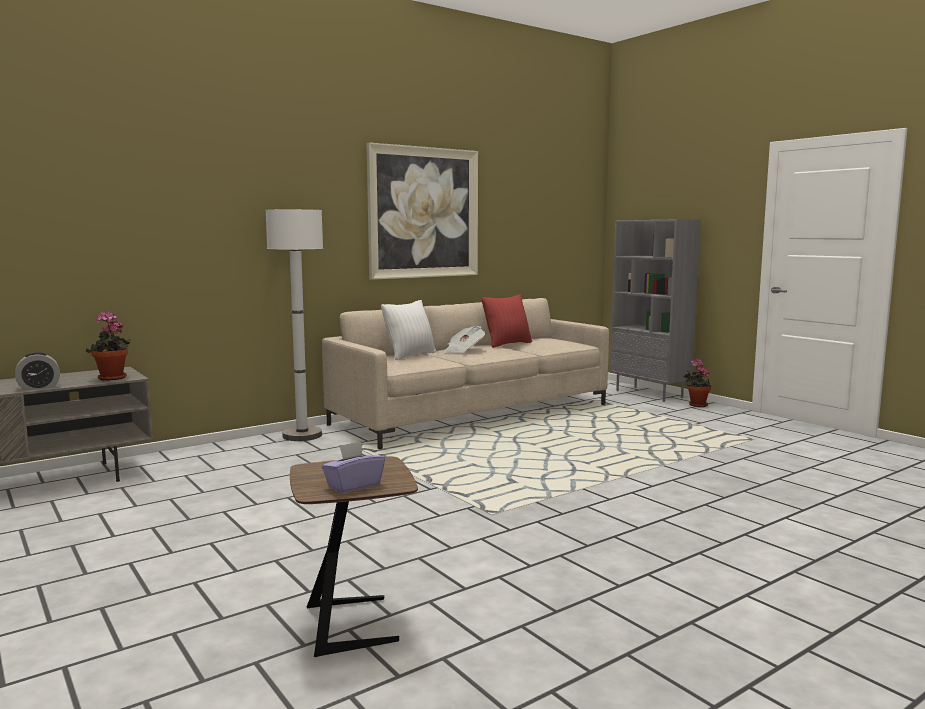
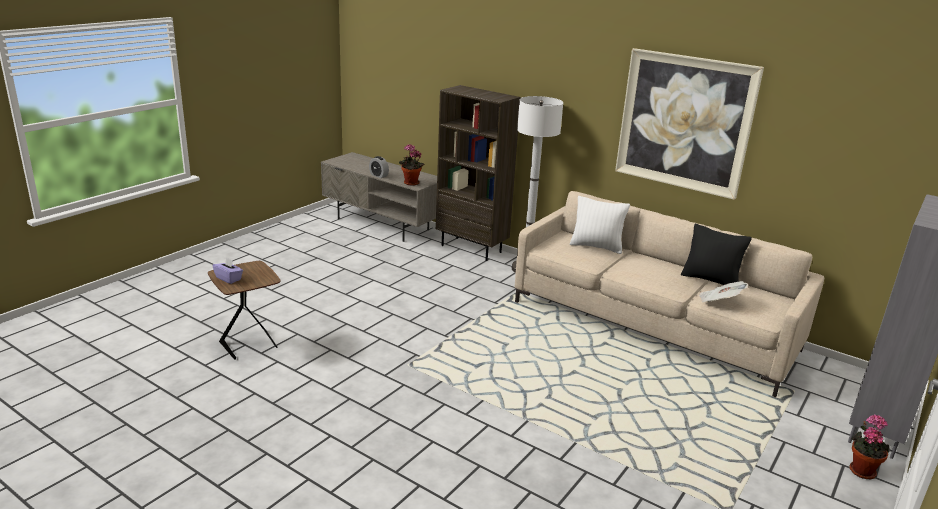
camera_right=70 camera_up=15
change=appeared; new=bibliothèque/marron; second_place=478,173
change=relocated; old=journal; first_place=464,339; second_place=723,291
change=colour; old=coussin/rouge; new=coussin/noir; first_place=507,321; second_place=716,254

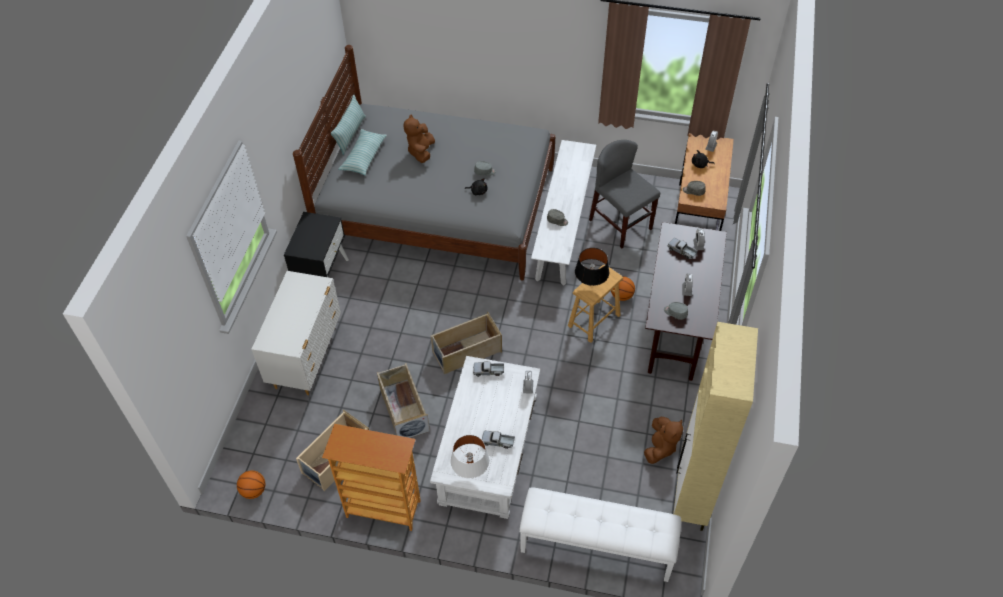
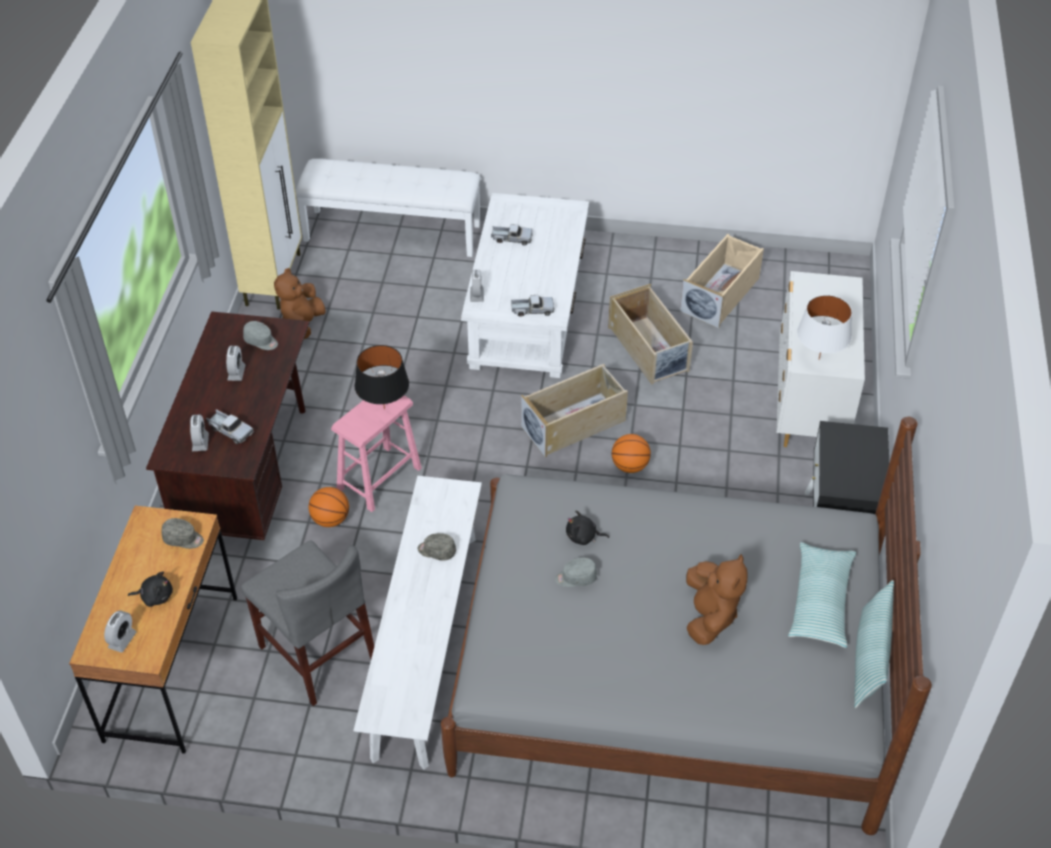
camera_right=175 camera_up=-5
change=missing; old=bibliothèque; first_place=371,477
change=relocated; old=ballon de basket; first_place=251,485; second_place=631,453
change=relocated; old=lampe de table/blanc; first_place=470,456; second_place=824,327
change=colour; old=tabouret/marron; new=tabouret/rose; first_place=595,304; second_place=376,453

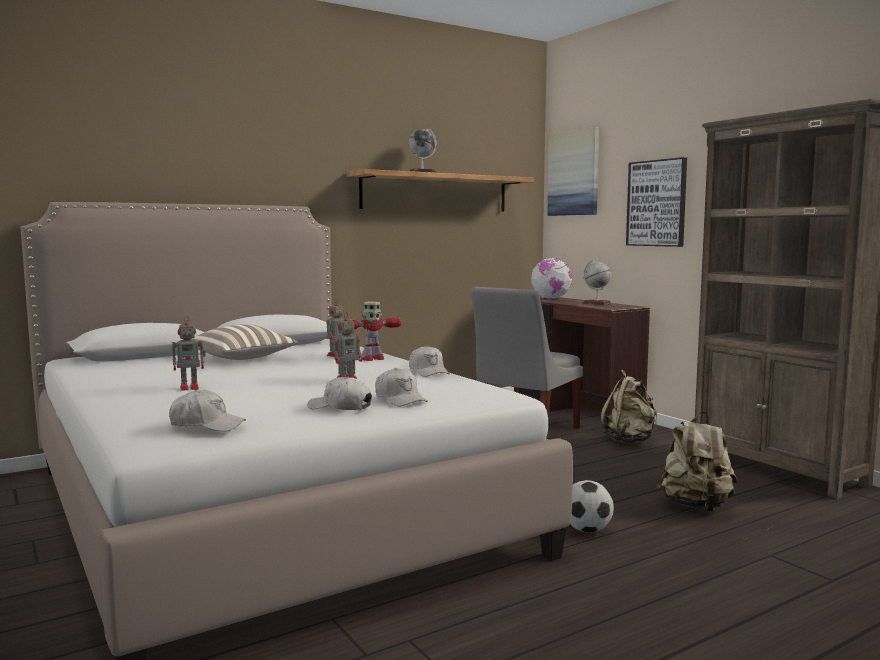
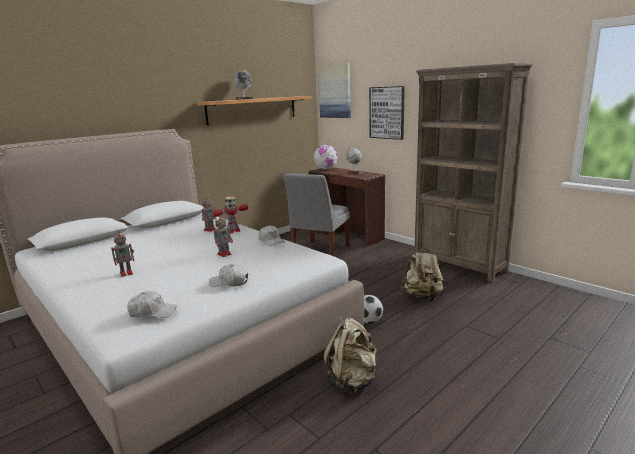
camera_right=-10 camera_up=10
change=missing; old=coussin; first_place=245,342
change=missing; old=casquette/blanc; first_place=401,387
change=relocated; old=sac à dos/beige; first_place=629,406; second_place=350,355

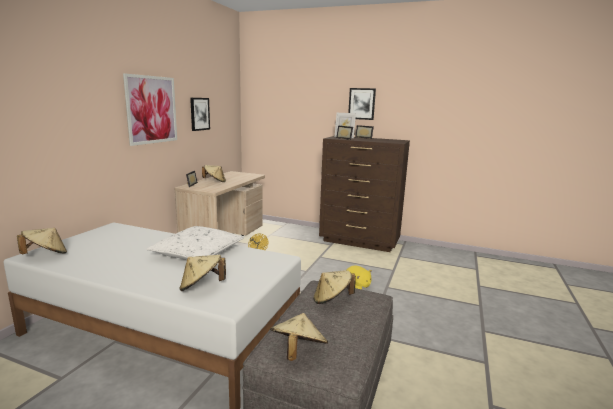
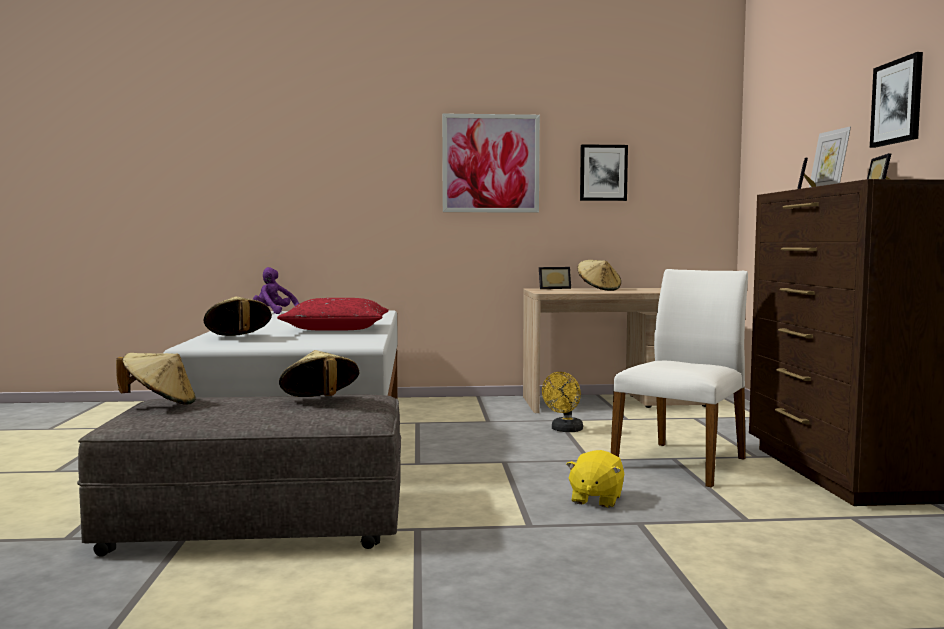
camera_right=65 camera_up=-10
change=appeared; new=chaise/blanc; second_place=679,378
change=exchanged; old=chapeau/beige; new=peluche/violet; first_place=42,241; second_place=276,290
change=colour; old=coussin/blanc; new=coussin/rouge; first_place=195,243; second_place=333,314

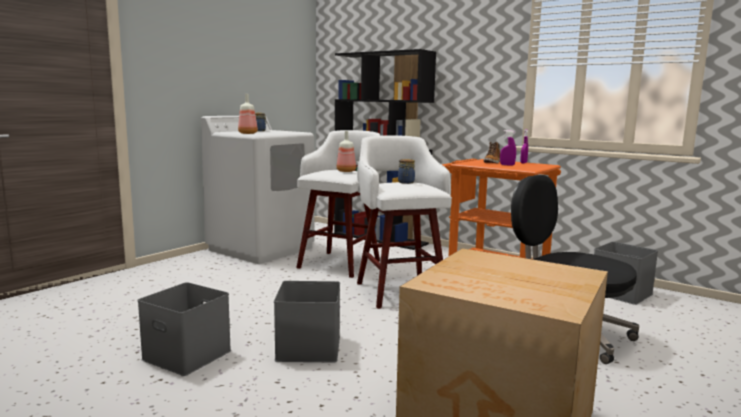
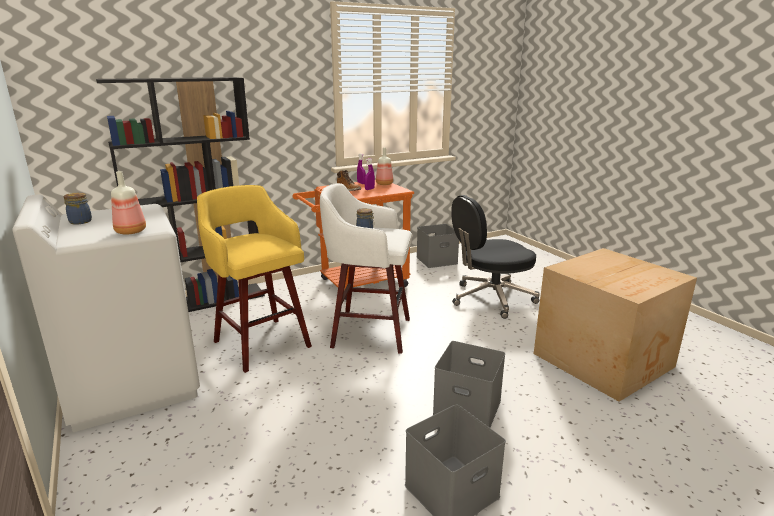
camera_right=-65 camera_up=10
change=relocated; old=bouteille; first_place=346,151; second_place=384,166
change=colour; old=tabouret/blanc; new=tabouret/jaune; first_place=338,204; second_place=254,279

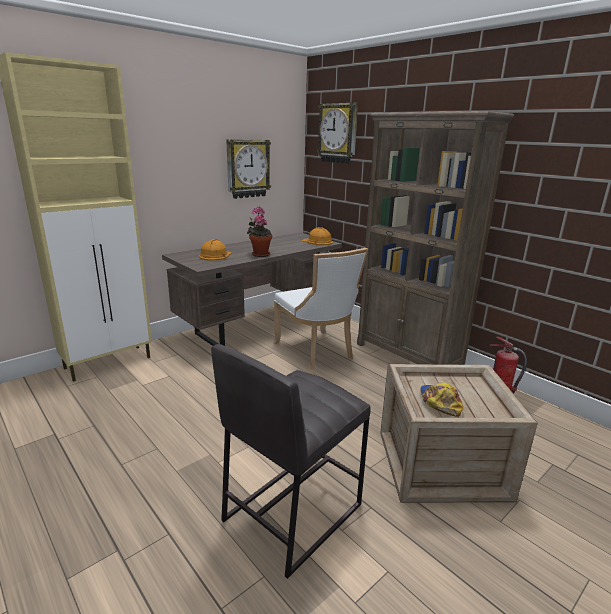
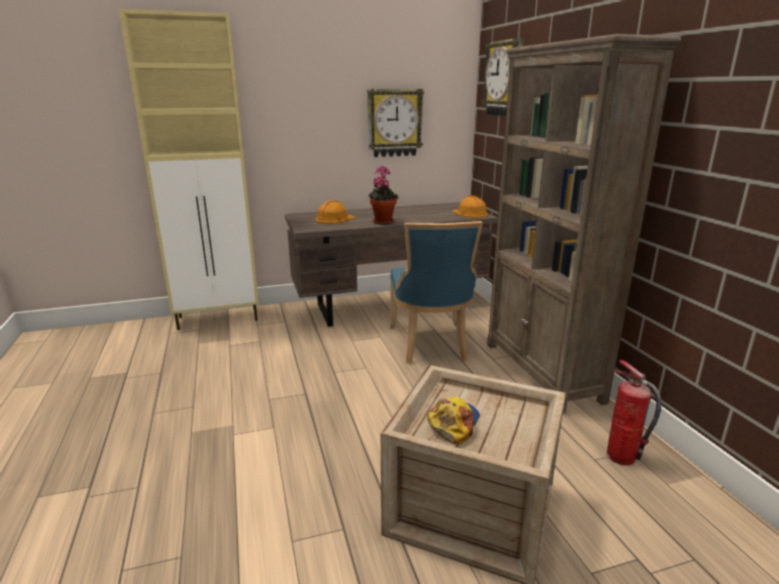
camera_right=25 camera_up=0
change=missing; old=tabouret/gris; first_place=291,461
change=colour; old=chaise/blanc; new=chaise/bleu; first_place=321,309; second_place=436,292

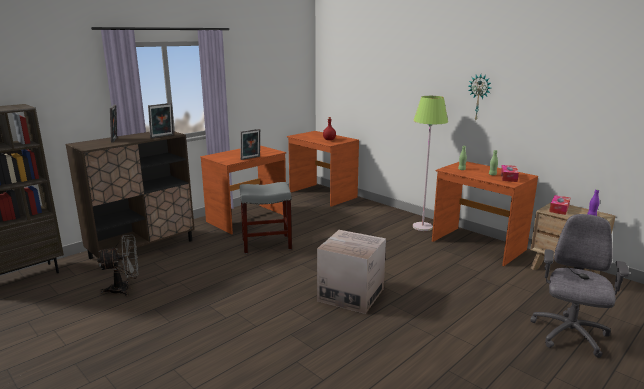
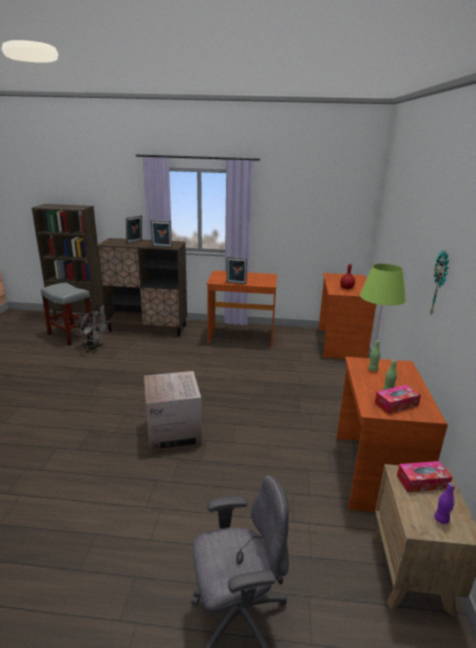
camera_right=50 camera_up=5
change=relocated; old=tabouret/gris; first_place=266,218; second_place=67,314

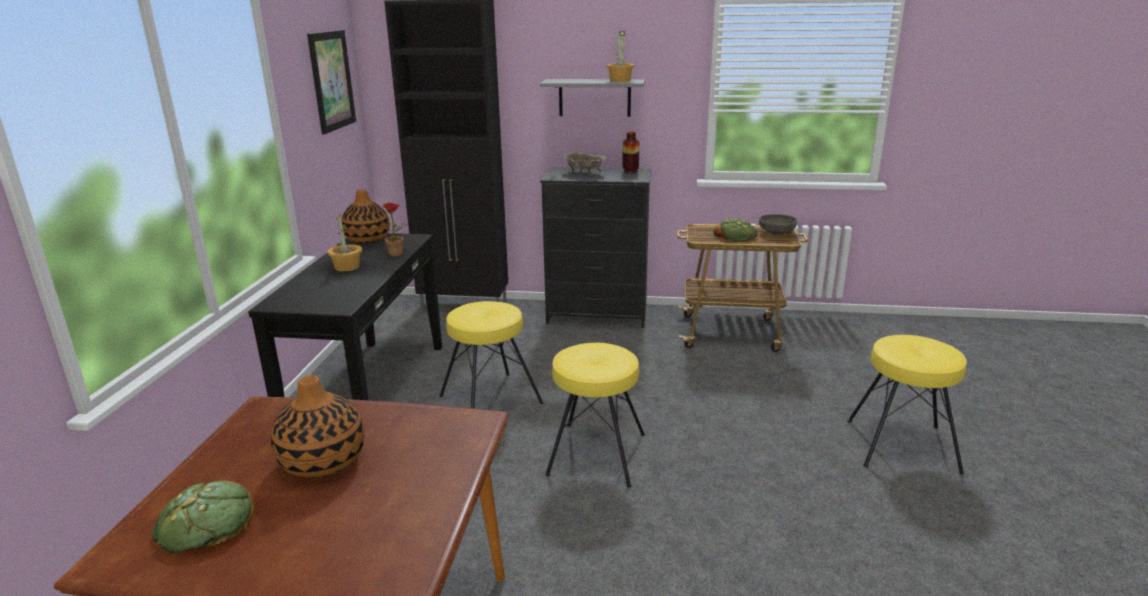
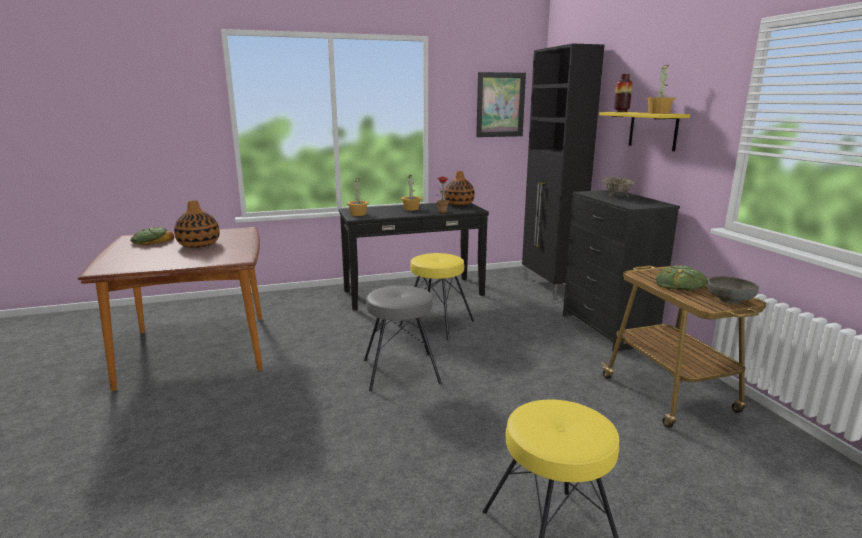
camera_right=65 camera_up=-5
change=appeared; new=plante en pot; second_place=358,197
change=relocated; old=vase; first_place=630,152; second_place=623,93
change=colour; old=étagère/gris; new=étagère/jaune; first_place=592,98; second_place=644,131
change=colour; old=tabouret/jaune; new=tabouret/gris; first_place=595,415; second_place=403,338

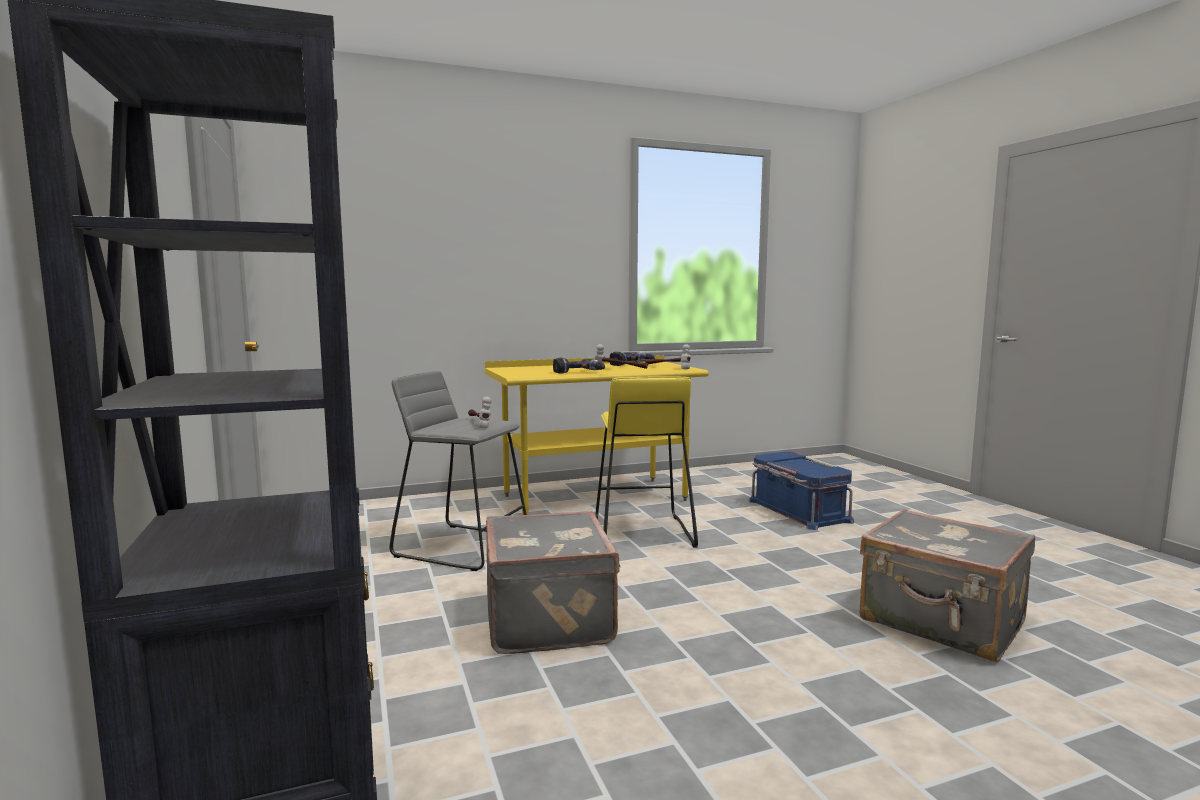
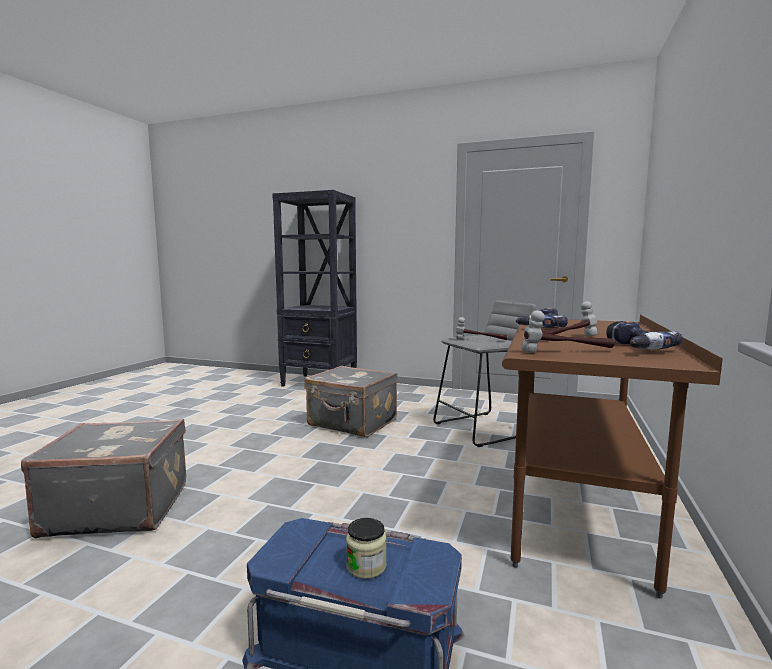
camera_right=130 camera_up=0
change=missing; old=tabouret/jaune; first_place=646,462
change=appeared; new=bocal; second_place=366,548
change=colour; old=bureau/jaune; new=bureau/marron; first_place=597,435; second_place=612,457

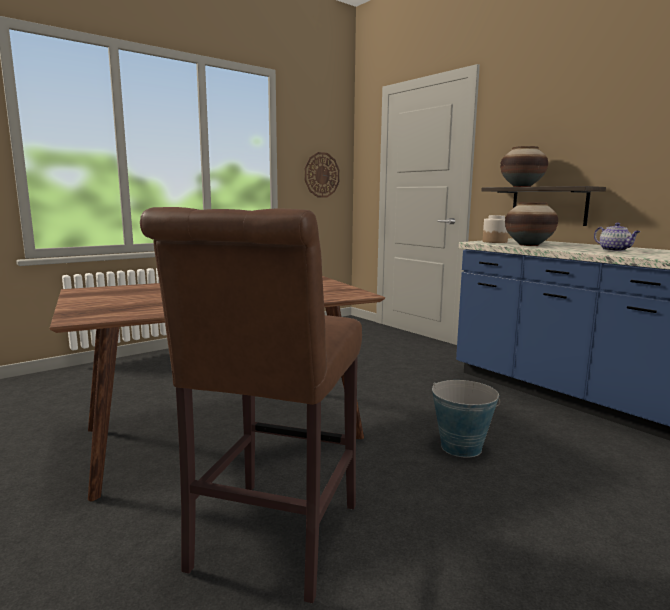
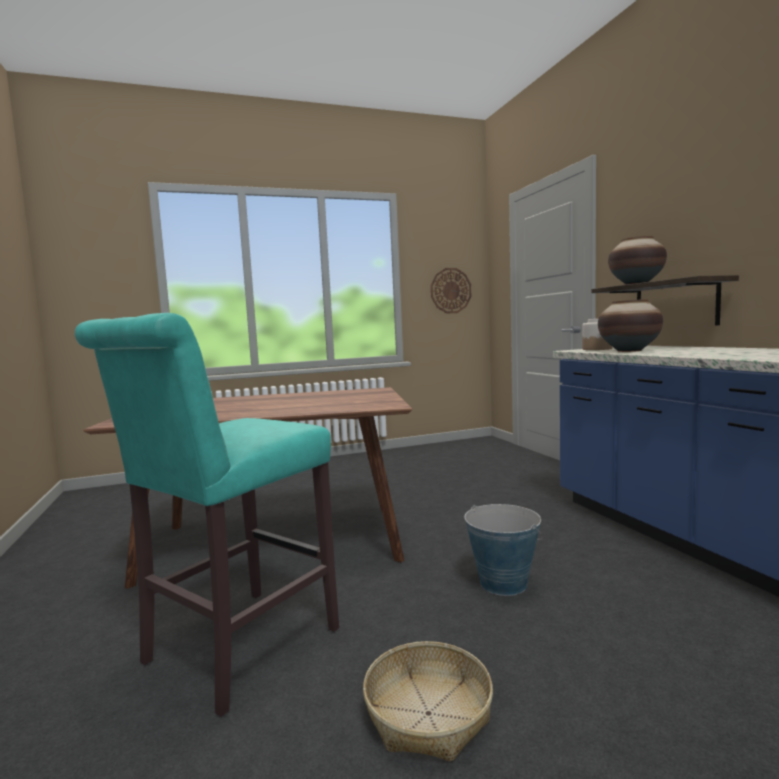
camera_right=20 camera_up=-5
change=missing; old=théière; first_place=617,237
change=appeared; new=panier; second_place=428,701
change=colour; old=tabouret/marron; new=tabouret/turquoise; first_place=251,405; second_place=207,515

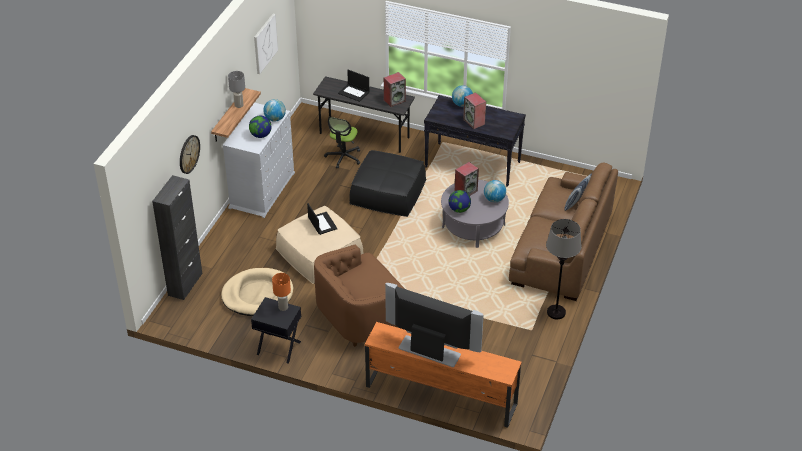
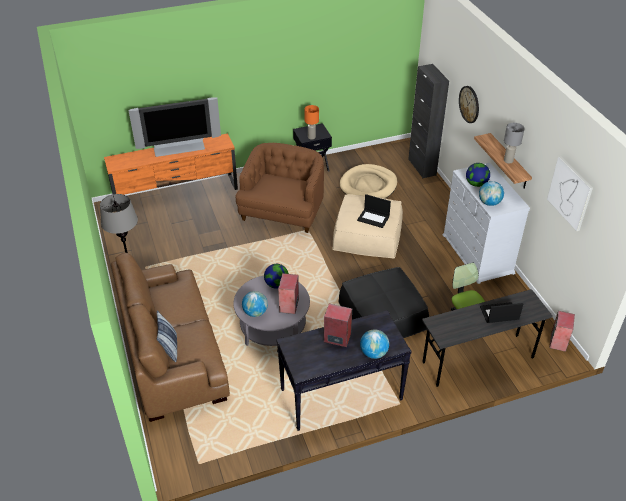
camera_right=140 camera_up=0
change=relocated; old=enceinte; first_place=395,89; second_place=562,331

